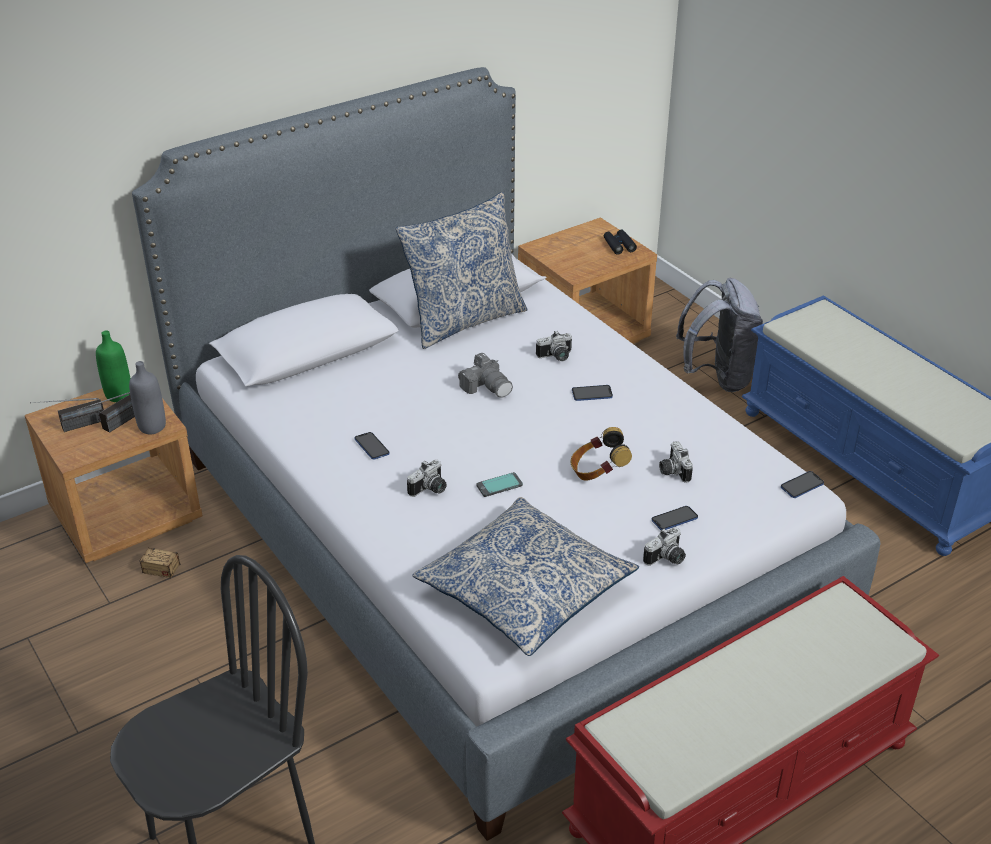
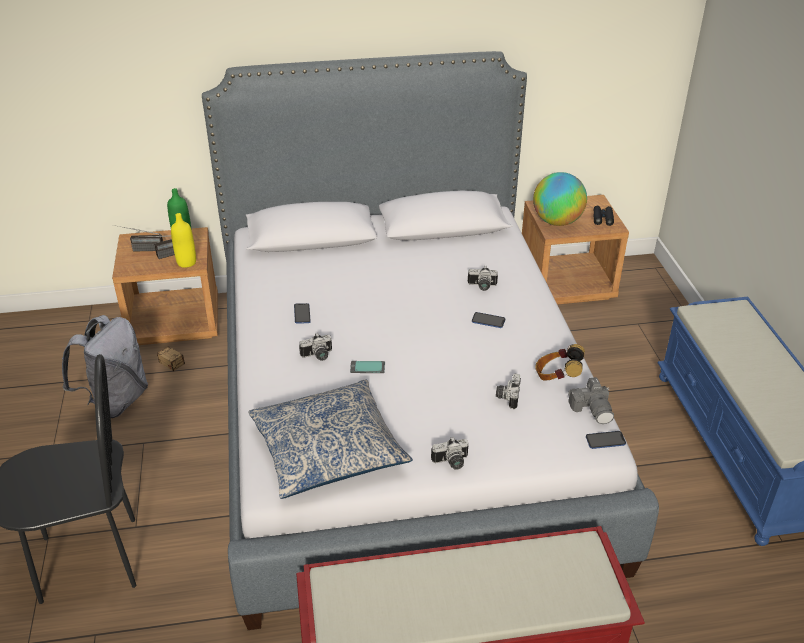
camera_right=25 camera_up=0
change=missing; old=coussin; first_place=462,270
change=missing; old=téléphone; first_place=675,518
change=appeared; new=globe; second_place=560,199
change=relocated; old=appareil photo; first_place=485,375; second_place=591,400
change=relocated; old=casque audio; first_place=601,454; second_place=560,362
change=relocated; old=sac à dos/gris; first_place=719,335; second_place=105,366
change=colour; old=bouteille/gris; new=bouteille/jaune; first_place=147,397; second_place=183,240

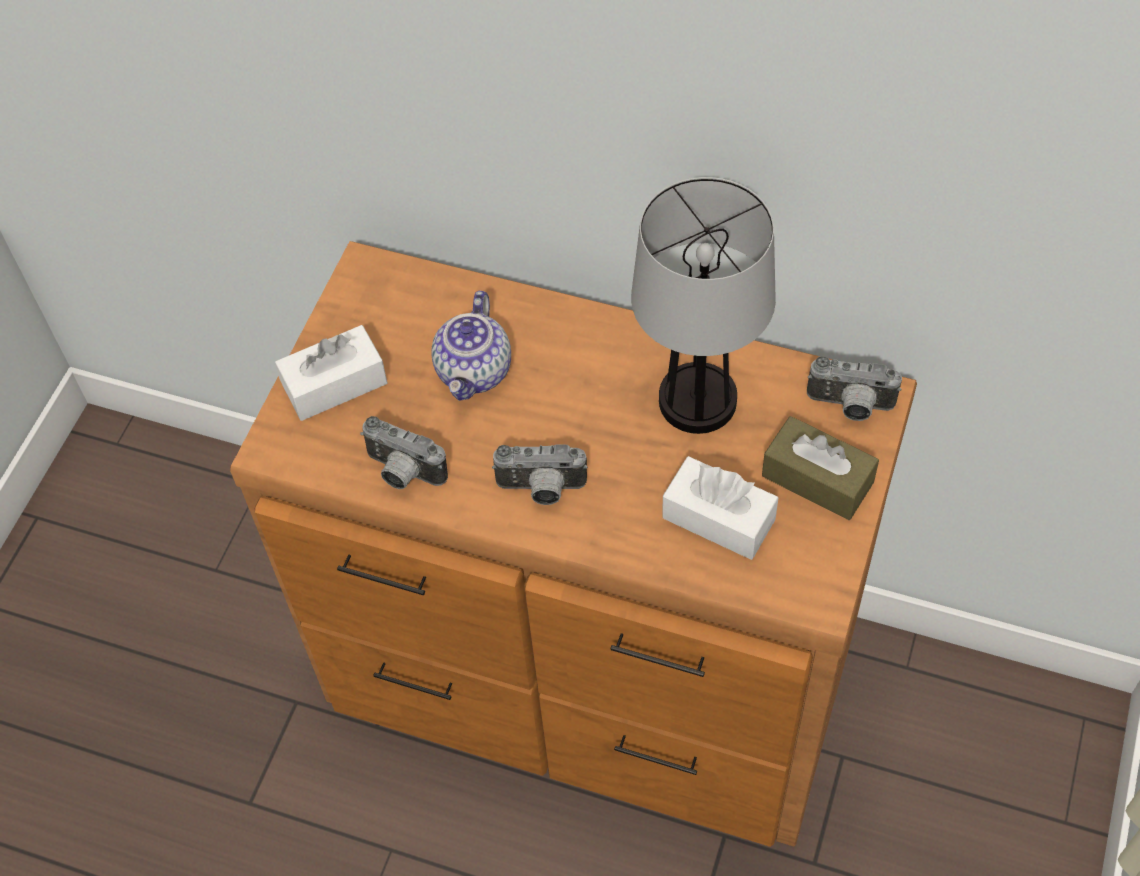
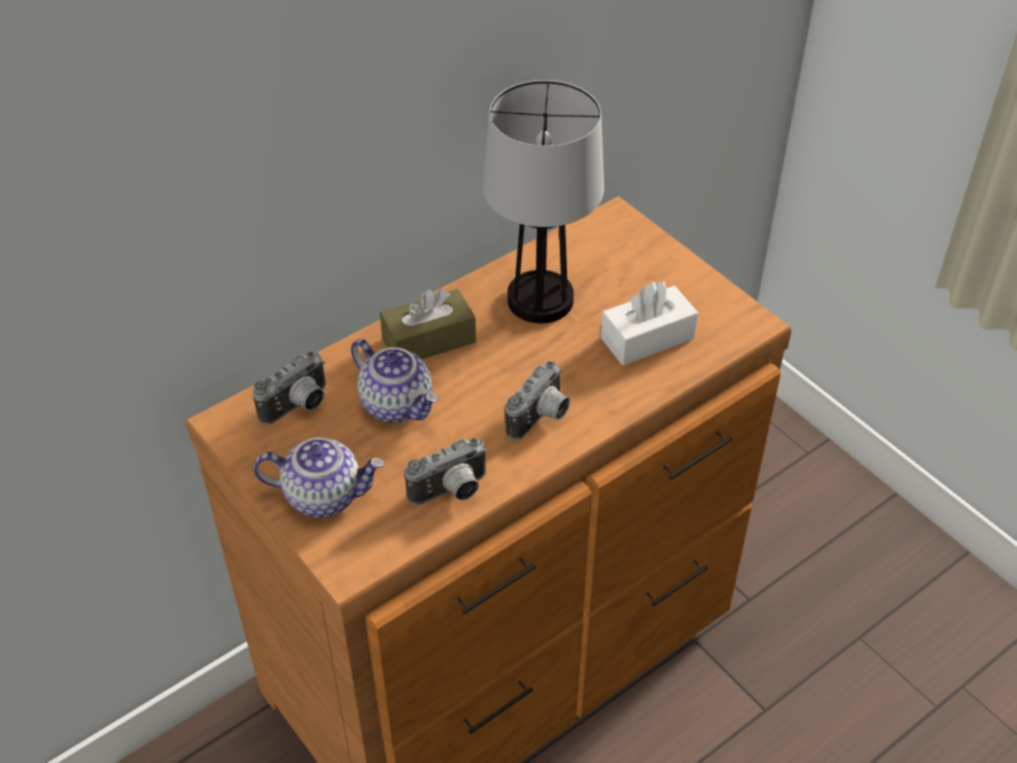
camera_right=-60 camera_up=-10
change=relocated; old=boîte à mouchoirs/marron; first_place=820,468; second_place=428,323
change=relocated; old=appareil photo; first_place=854,388; second_place=289,388
change=exchanged; old=boîte à mouchoirs/blanc; new=théière; first_place=331,373; second_place=318,477

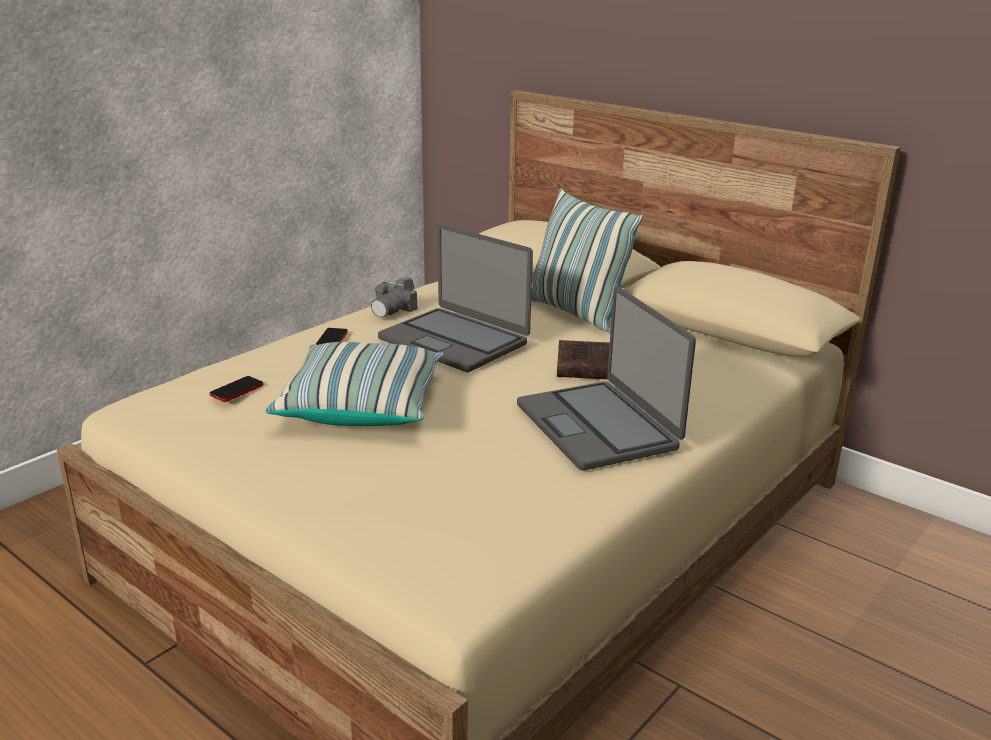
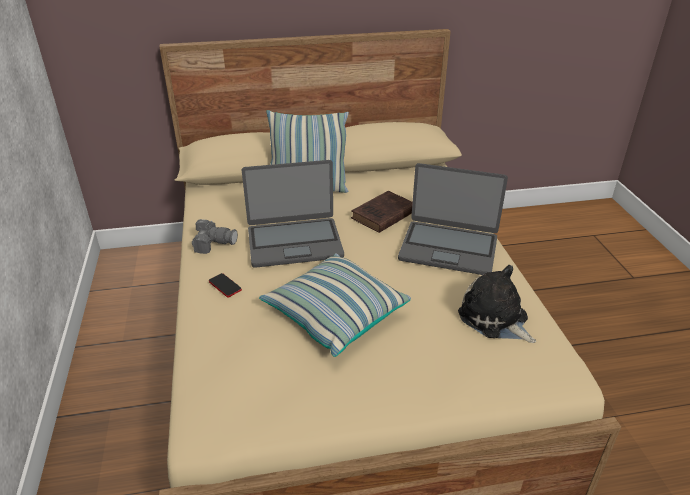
camera_right=-50 camera_up=10
change=missing; old=téléphone; first_place=237,389
change=appeared; new=peluche; second_place=497,304
change=spun; old=appareil photo; first_place=394,297; second_place=215,236; degrees=-60

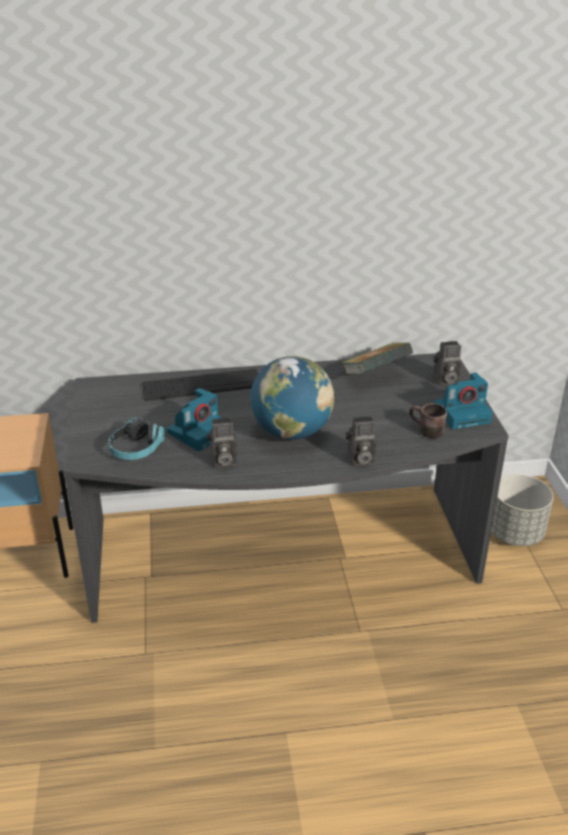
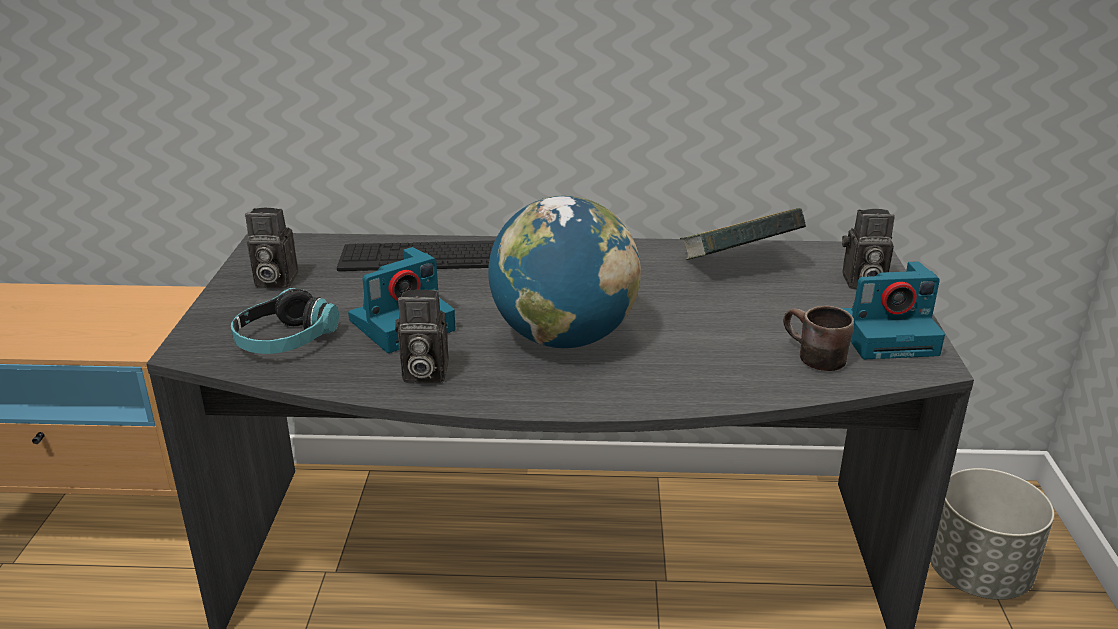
camera_right=10 camera_up=-5
change=relocated; old=appareil photo; first_place=361,441; second_place=271,248

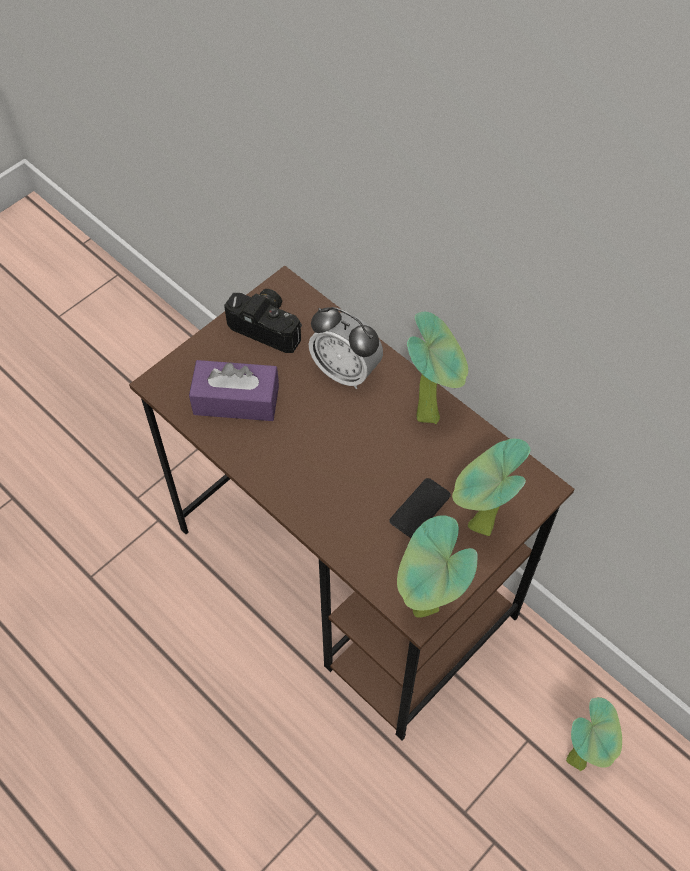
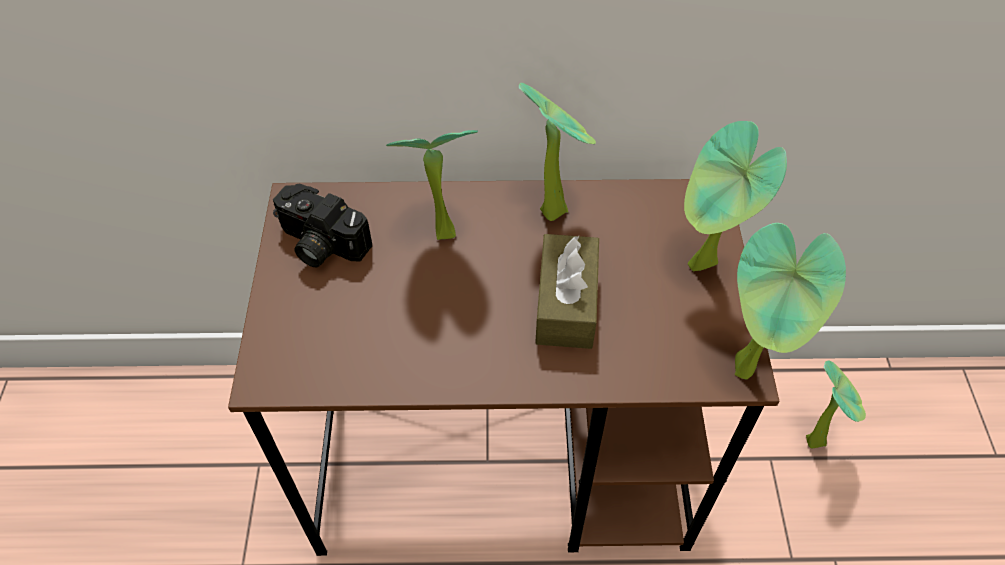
camera_right=-45 camera_up=-5
change=missing; old=boîte à mouchoirs/violet; first_place=234,390
change=missing; old=téléphone; first_place=420,508
change=appeared; new=boîte à mouchoirs/marron; second_place=567,291
change=exchanged; old=réveil; new=plante en pot; first_place=345,348; second_place=432,185
change=spun; old=appareil photo; first_place=263,321; second_place=322,225; degrees=-135

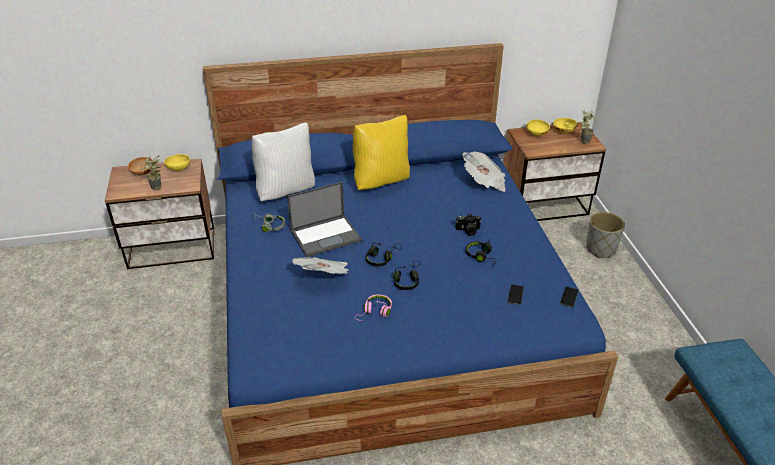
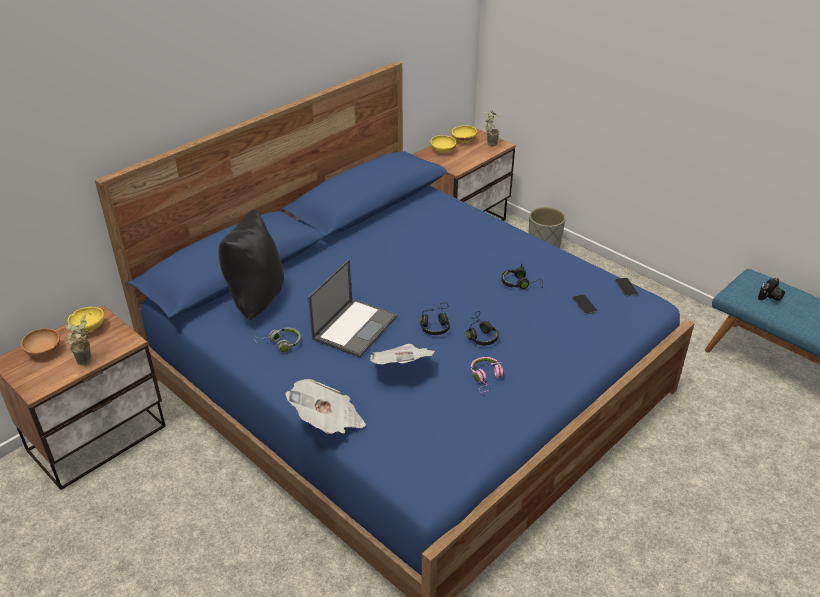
camera_right=-35 camera_up=0
change=missing; old=coussin/jaune; first_place=381,152
change=relocated; old=appareil photo; first_place=468,225; second_place=771,289
change=relocated; old=journal; first_place=483,171; second_place=325,406
change=colour; old=coussin/blanc; new=coussin/noir; first_place=283,161; second_place=251,265

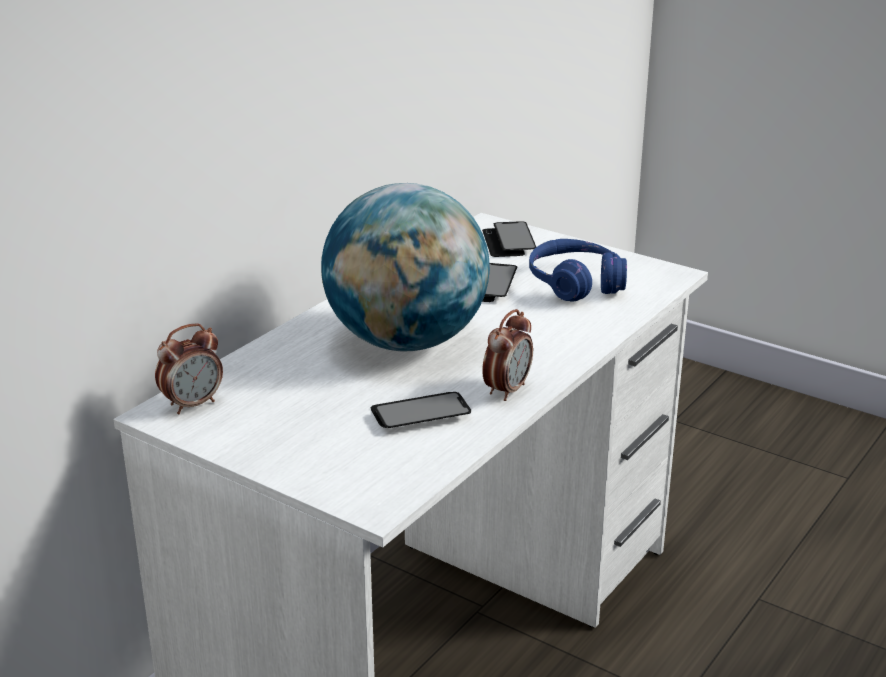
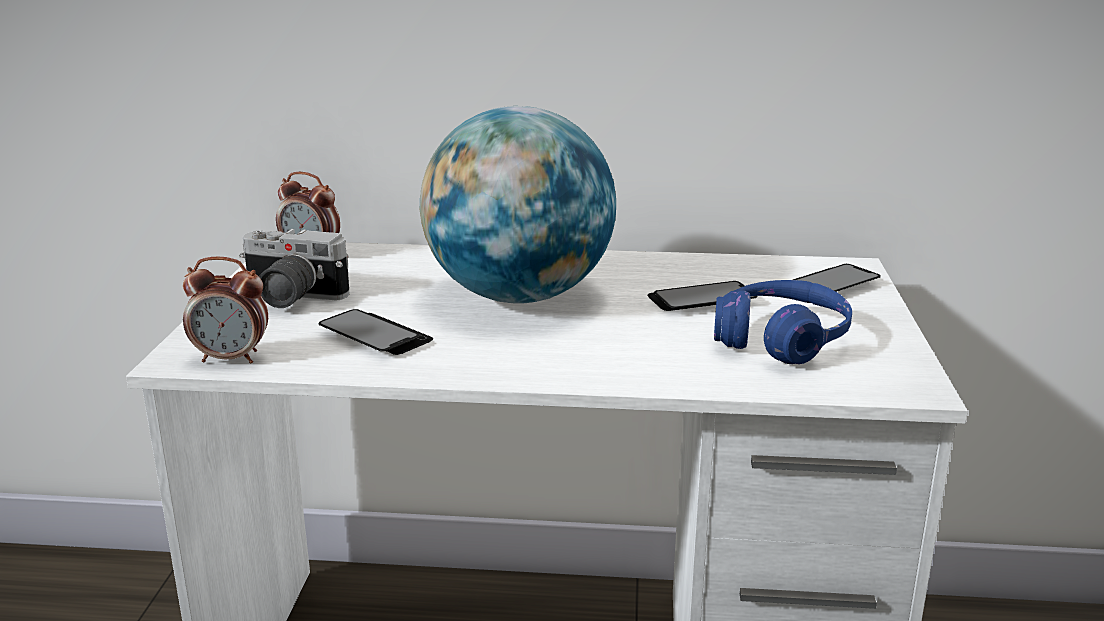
camera_right=60 camera_up=-5
change=appeared; new=appareil photo; second_place=294,268
change=relocated; old=réveil; first_place=507,355; second_place=225,310

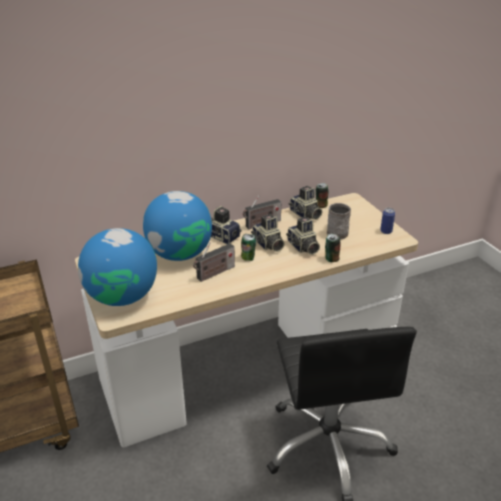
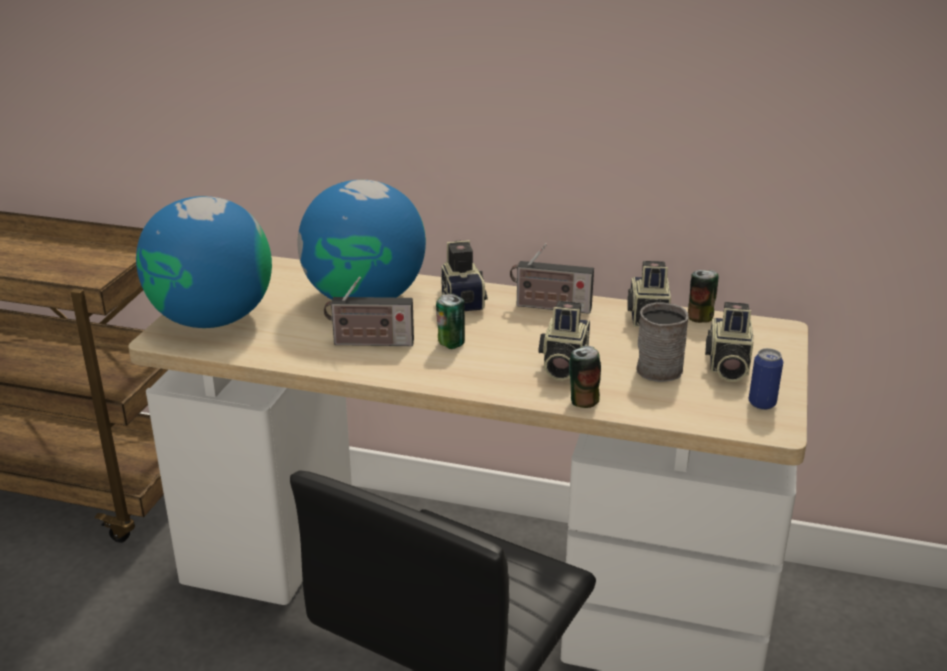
camera_right=40 camera_up=-5
change=relocated; old=appareil photo; first_place=268,233; second_place=729,342

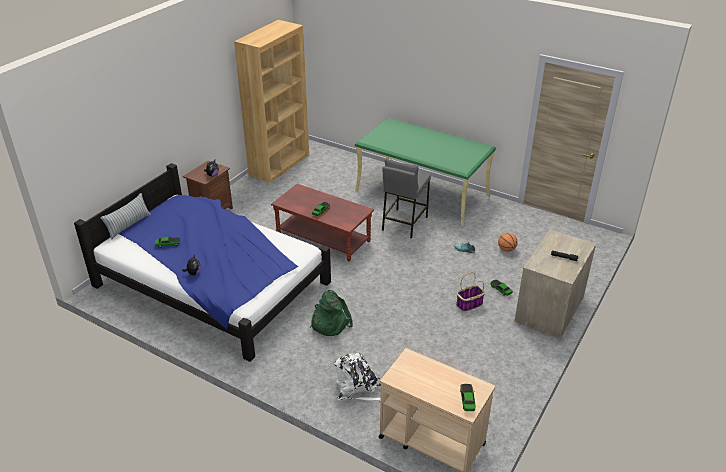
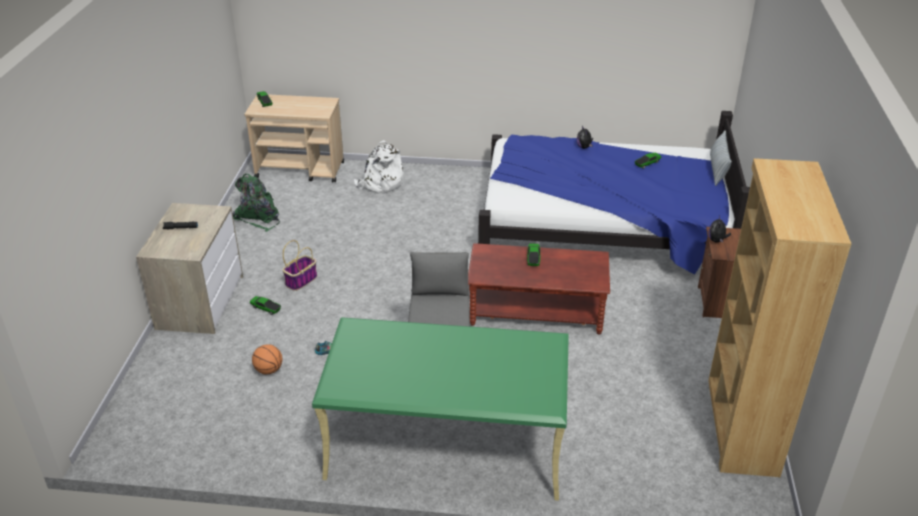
camera_right=155 camera_up=0
change=relocated; old=sac à dos/vert; first_place=331,313; second_place=256,203

